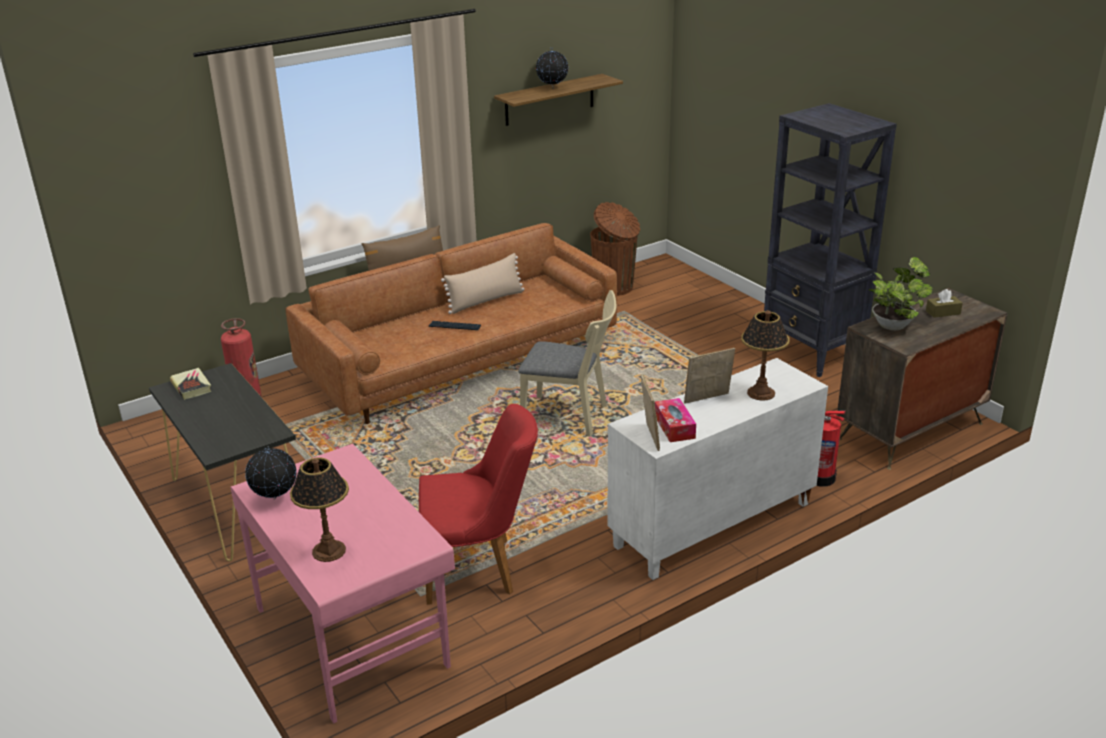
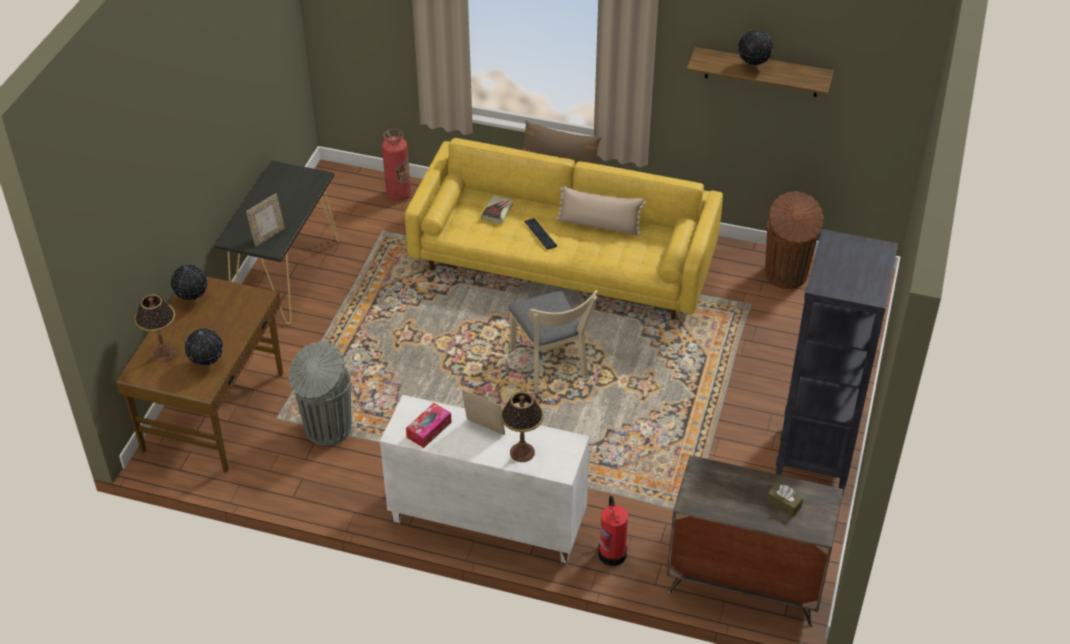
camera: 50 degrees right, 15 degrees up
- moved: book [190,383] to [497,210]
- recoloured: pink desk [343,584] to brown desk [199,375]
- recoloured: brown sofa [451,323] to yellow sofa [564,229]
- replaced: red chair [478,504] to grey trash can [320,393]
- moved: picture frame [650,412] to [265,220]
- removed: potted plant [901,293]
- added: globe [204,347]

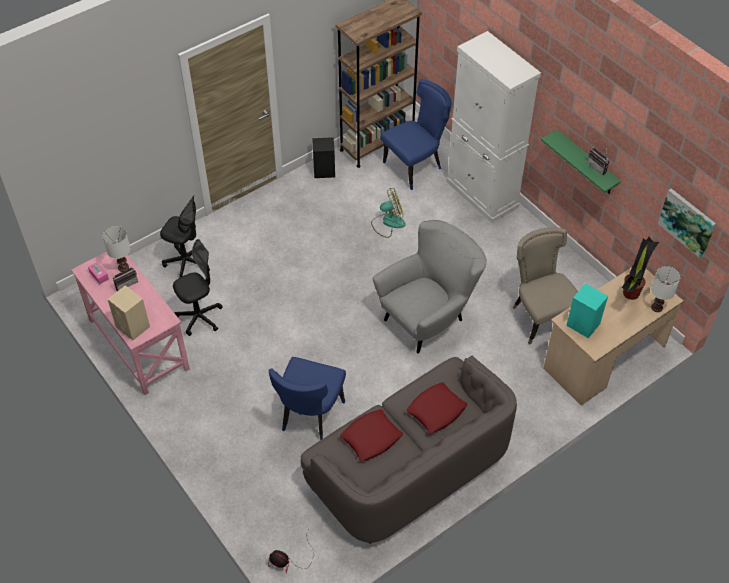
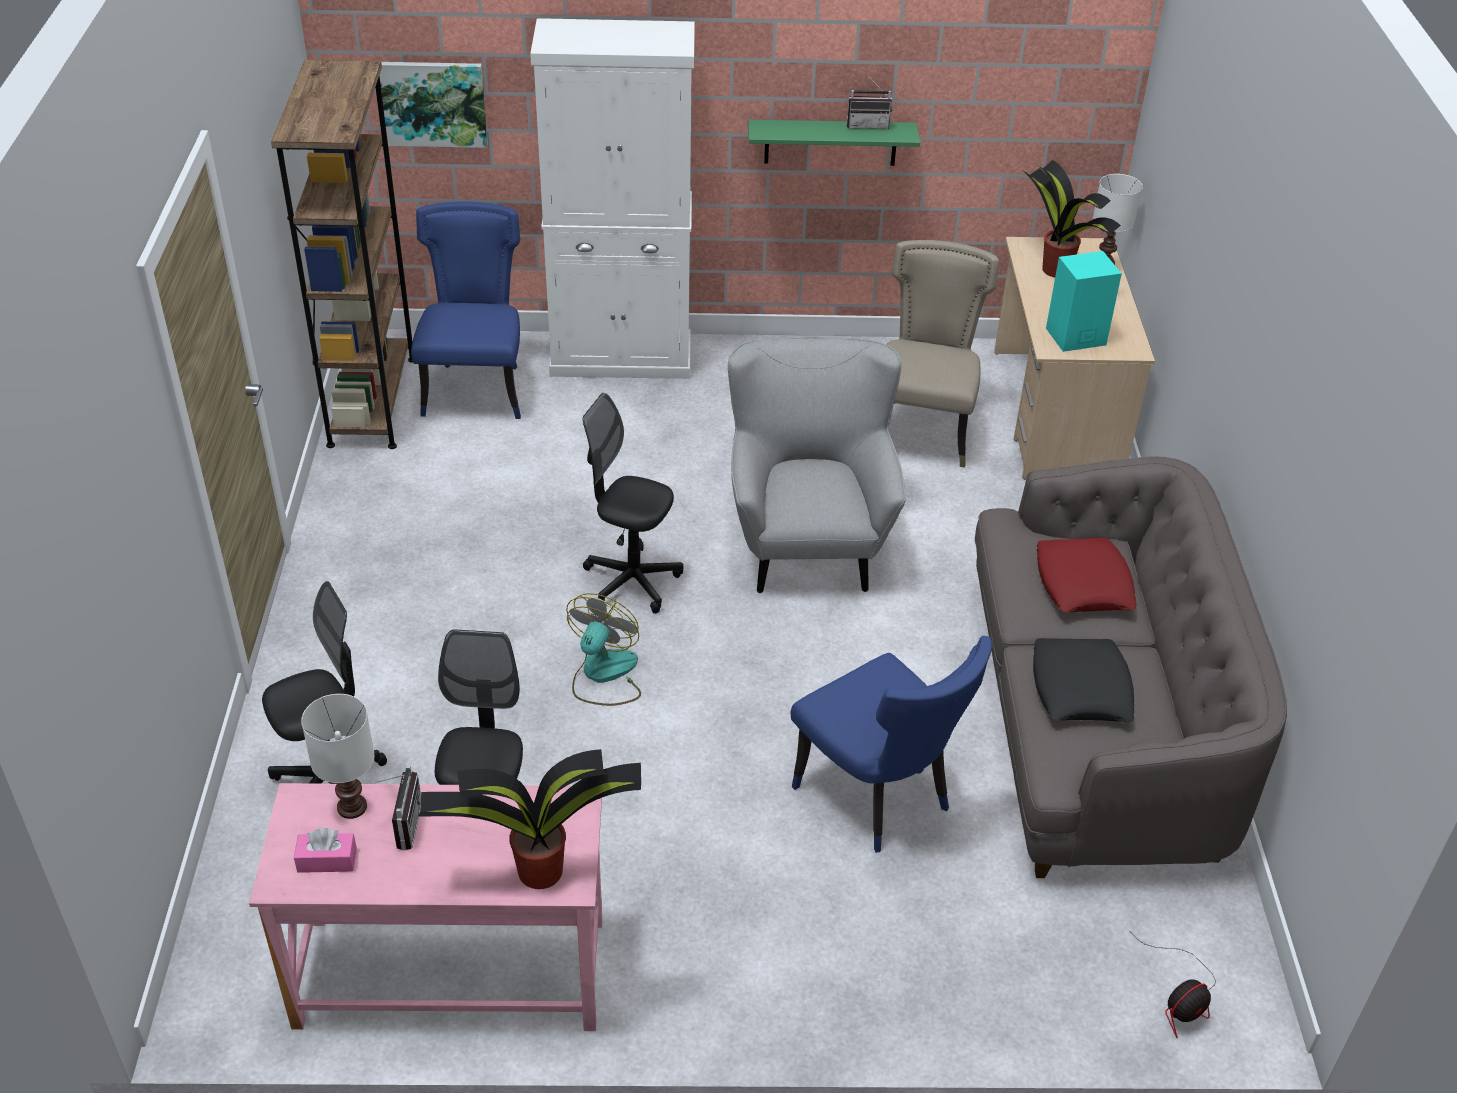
camera: 55 degrees left, 10 degrees down
- replaced: beige speaker [129,313] to potted plant [529,819]
- removed: black speaker [323,157]
- recoloured: red pillow [371,435] to black pillow [1083,680]
- moved: fan [388,213] to [603,649]
- turned: beige chair [545,286] = [942,354] 90 degrees clockwise
- moved: picture [687,223] to [433,105]
- added: black office chair [633,503]

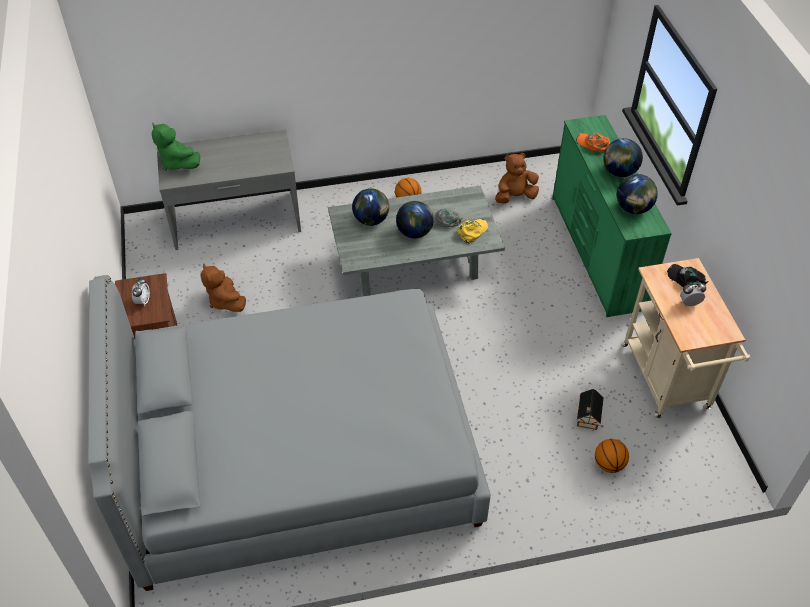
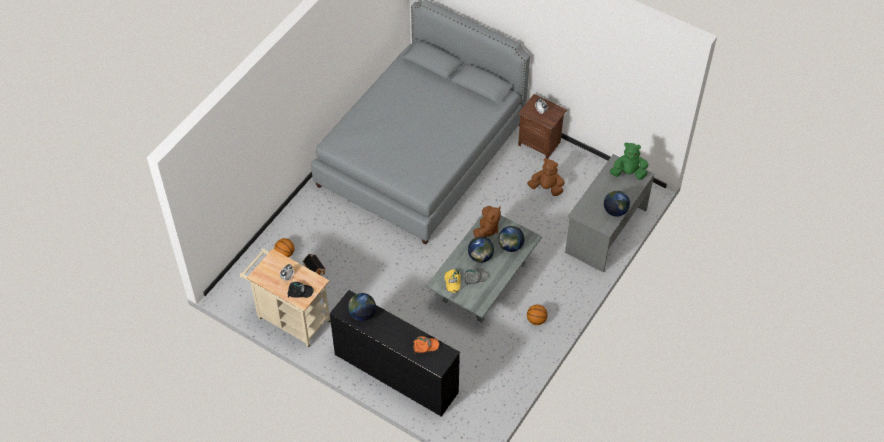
camera: 135 degrees right, 5 degrees up
- moved: brown plush toy [517,178] to [487,222]
- recoloured: green dresser [612,216] to black dresser [394,353]
- moved: globe [623,157] to [617,203]

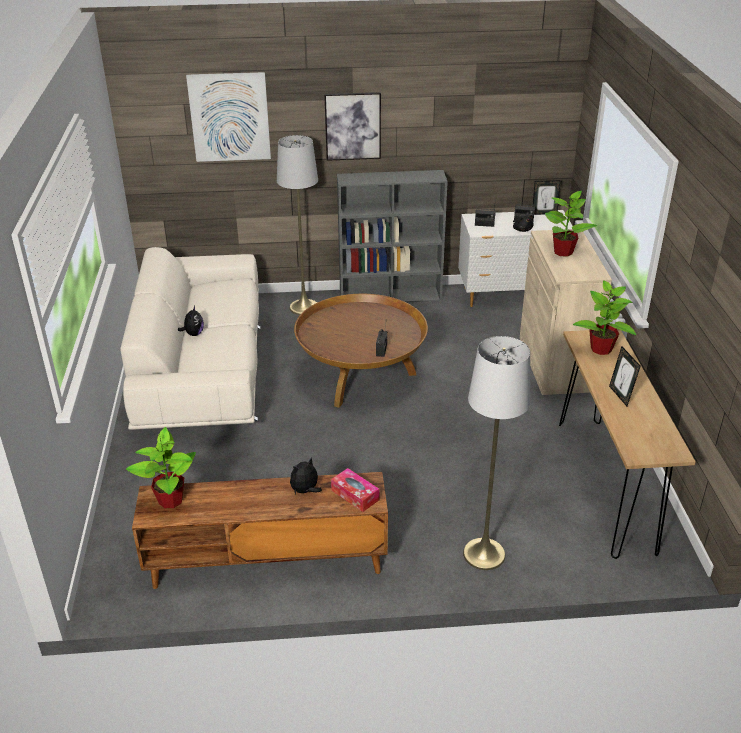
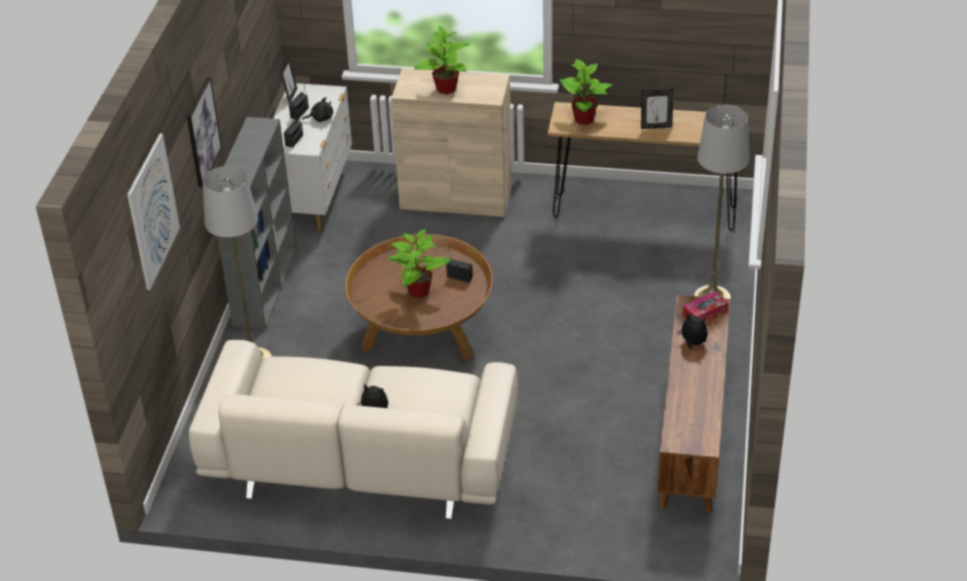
camera: 75 degrees left, 5 degrees up
- moved: potted plant [161,467] to [419,263]
- turned: plush toy [306,476] = [692,330] 150 degrees clockwise

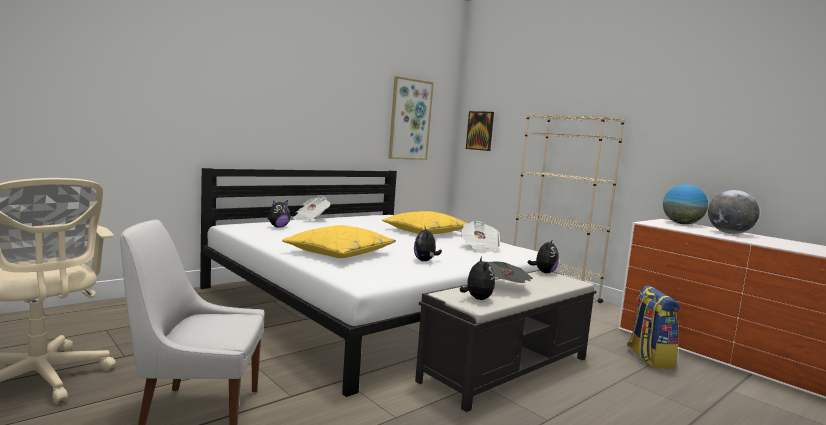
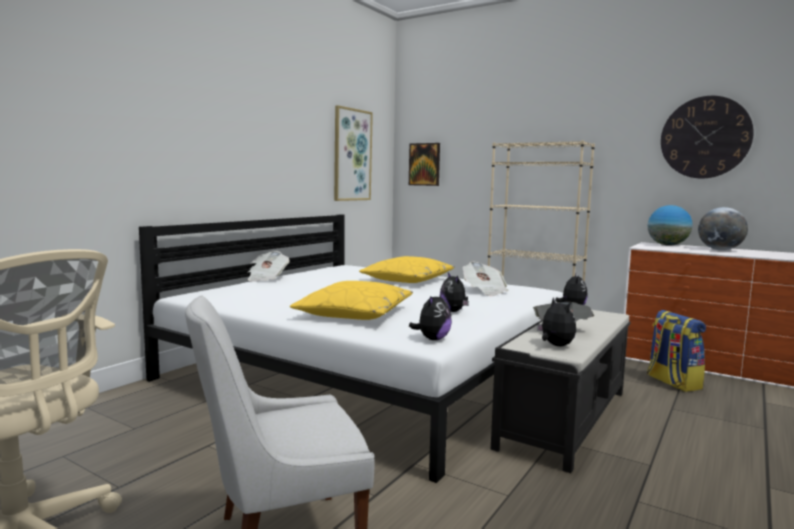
camera: 15 degrees left, 0 degrees up
- moved: plush toy [279,214] to [430,316]
- added: wall clock [707,137]

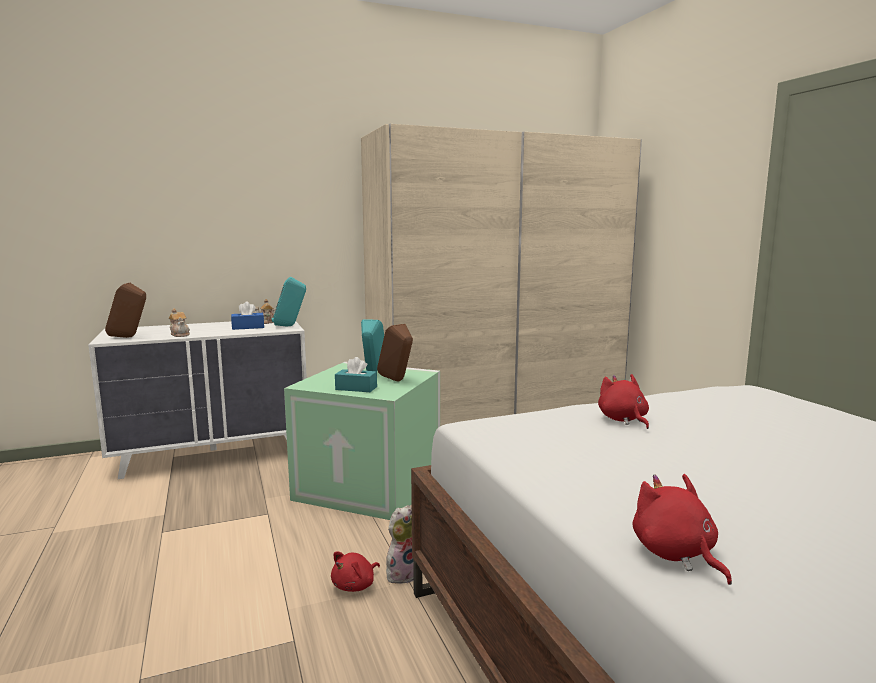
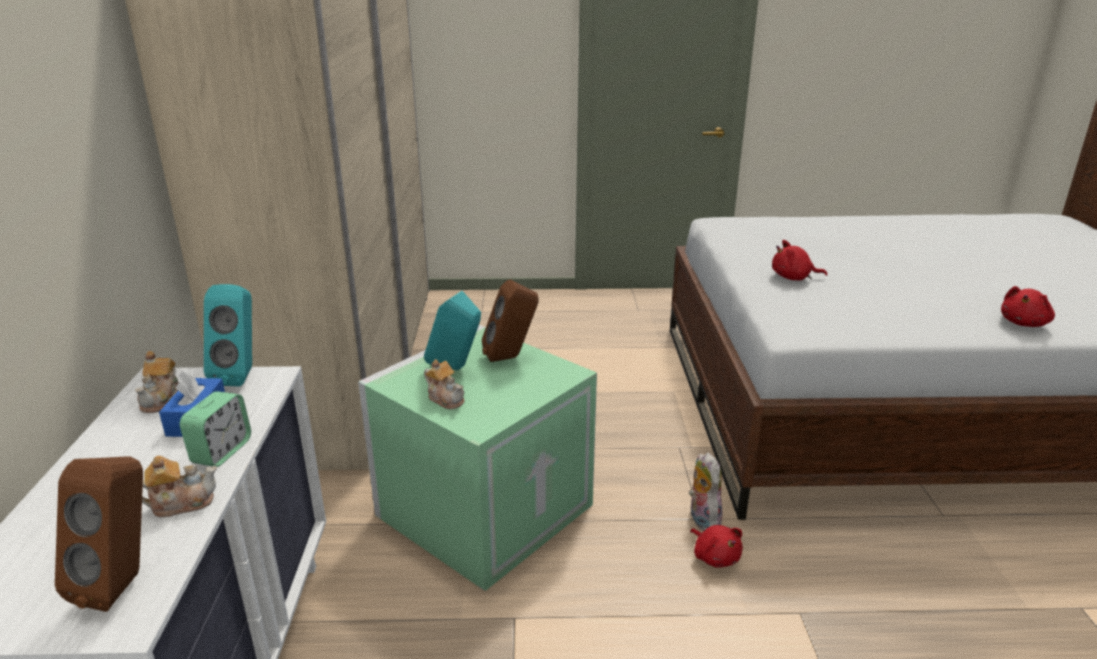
camera: 70 degrees left, 15 degrees up
- removed: turquoise tissue box [356,374]
- turned: red plush toy [682,529] = [1028,306] 45 degrees counterclockwise
- added: alarm clock [215,429]
- added: teapot [444,384]

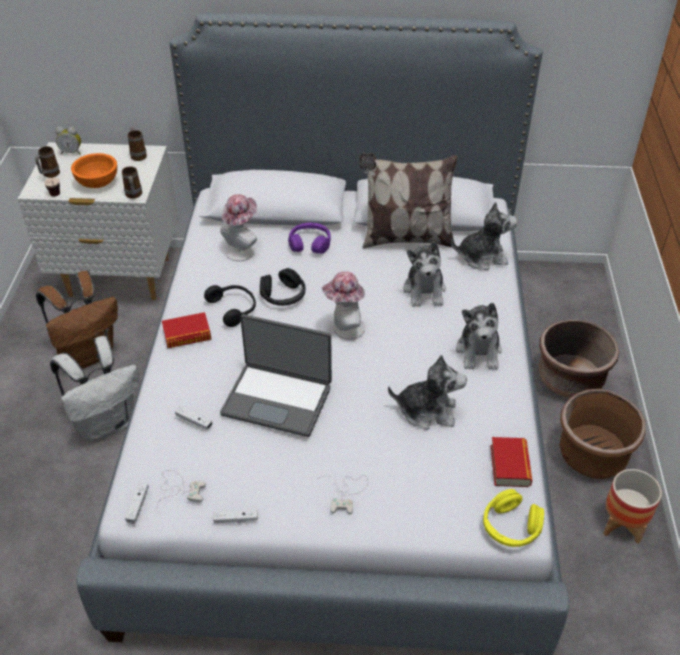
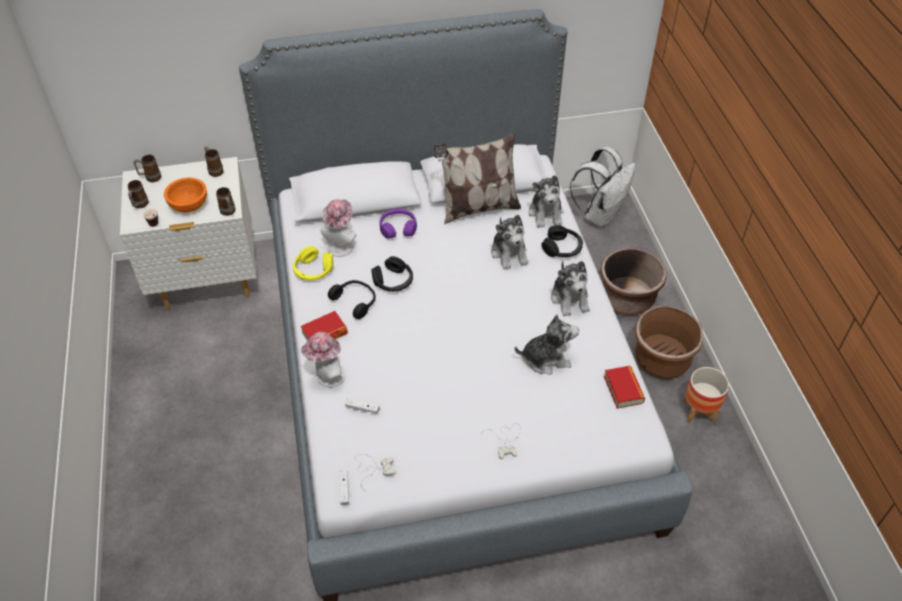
camera: 15 degrees left, 5 degrees up
- removed: brown backpack [77,320]
- moved: white backpack [94,389] to [603,187]
- replaced: alarm clock [68,140] to mug [147,168]
- removed: white game controller [235,516]
- removed: laptop [276,375]
- moved: hat [343,305] to [323,359]
- turned: plush toy [484,236] = [546,201] 105 degrees clockwise
- moved: yellow headphones [513,518] to [313,263]
- added: black headphones [562,241]

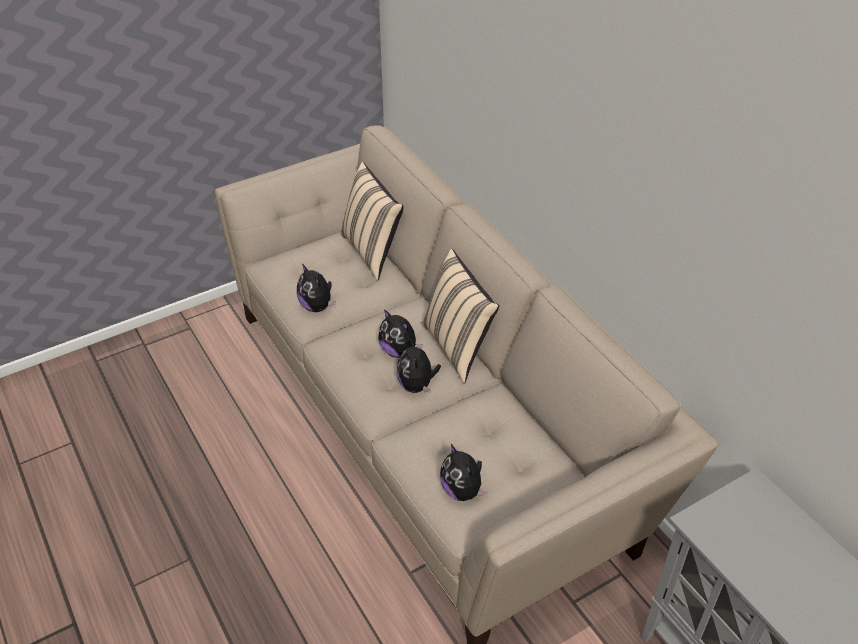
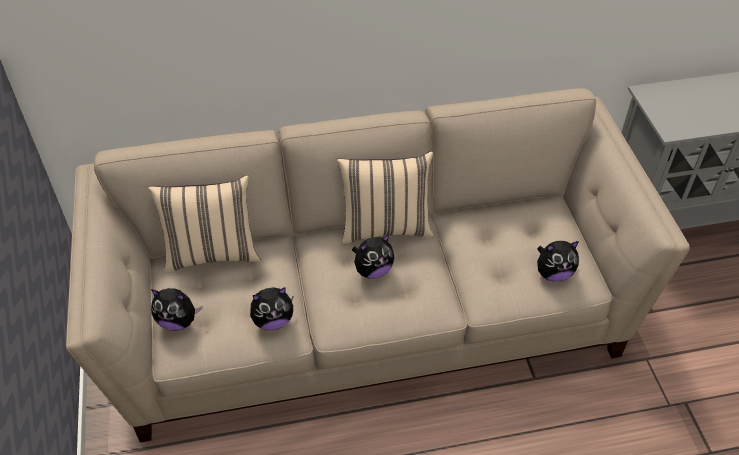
camera: 70 degrees left, 5 degrees up
- moved: plush toy [419,366] to [176,309]

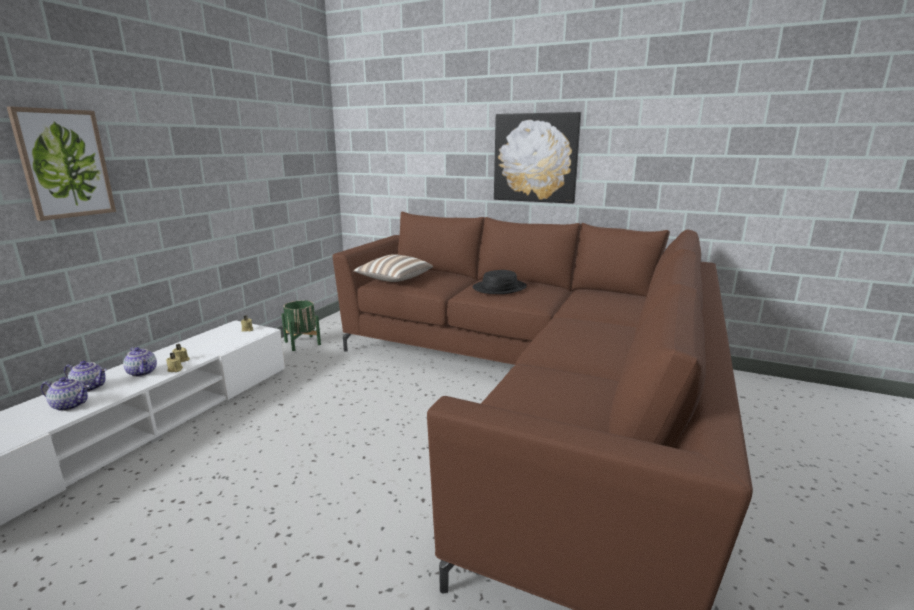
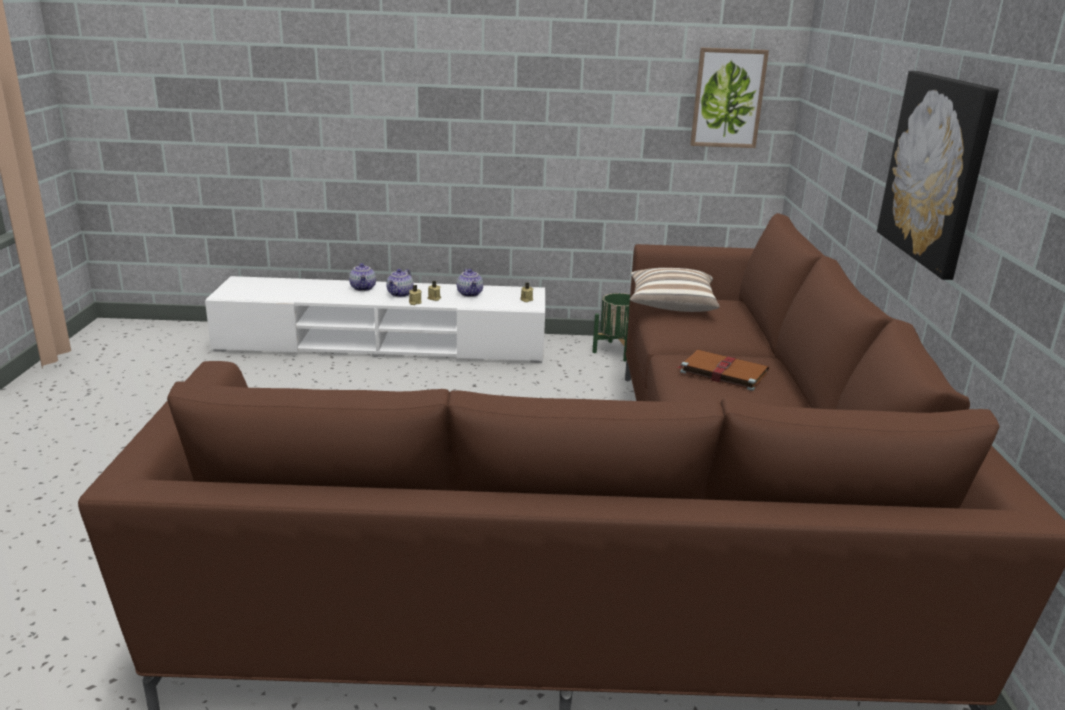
camera: 65 degrees right, 5 degrees up
- moved: picture [61,163] to [729,98]
- moved: teapot [65,394] to [470,283]
- replaced: black hat [500,282] to brown book [723,370]

